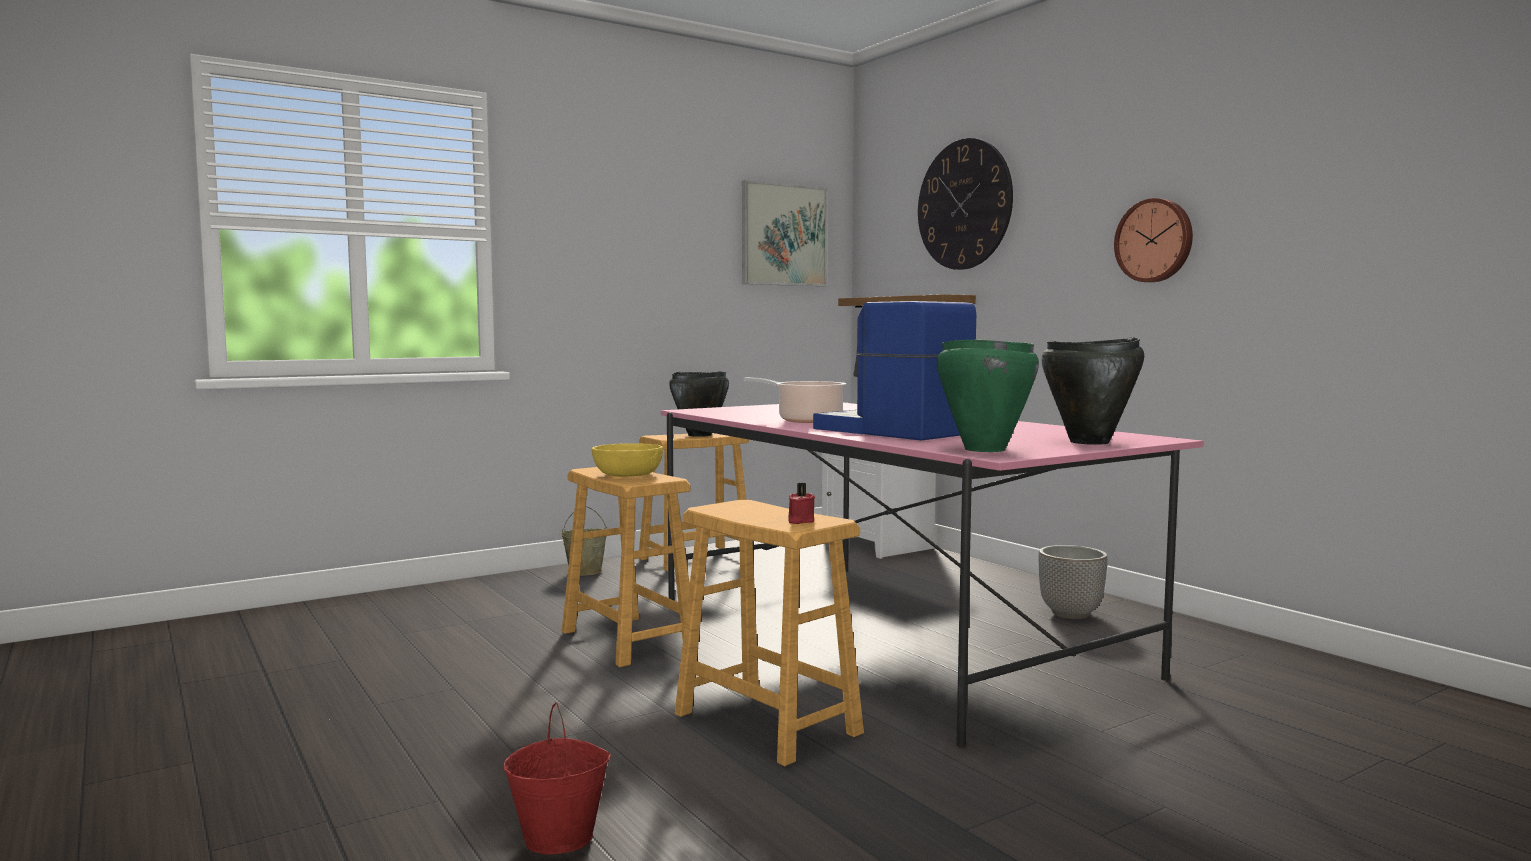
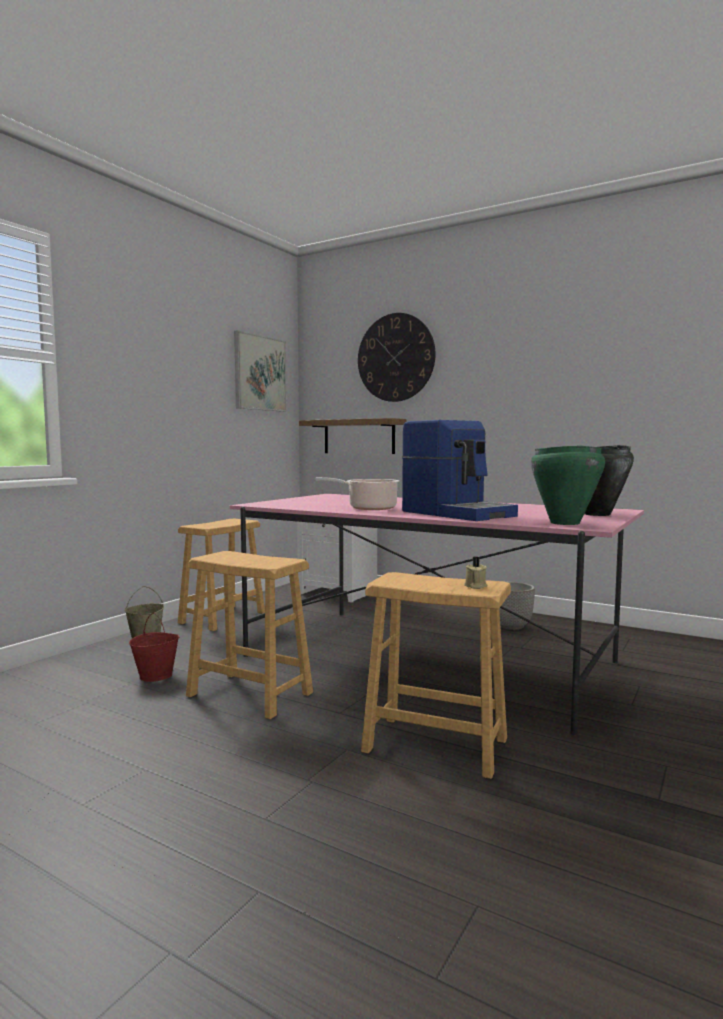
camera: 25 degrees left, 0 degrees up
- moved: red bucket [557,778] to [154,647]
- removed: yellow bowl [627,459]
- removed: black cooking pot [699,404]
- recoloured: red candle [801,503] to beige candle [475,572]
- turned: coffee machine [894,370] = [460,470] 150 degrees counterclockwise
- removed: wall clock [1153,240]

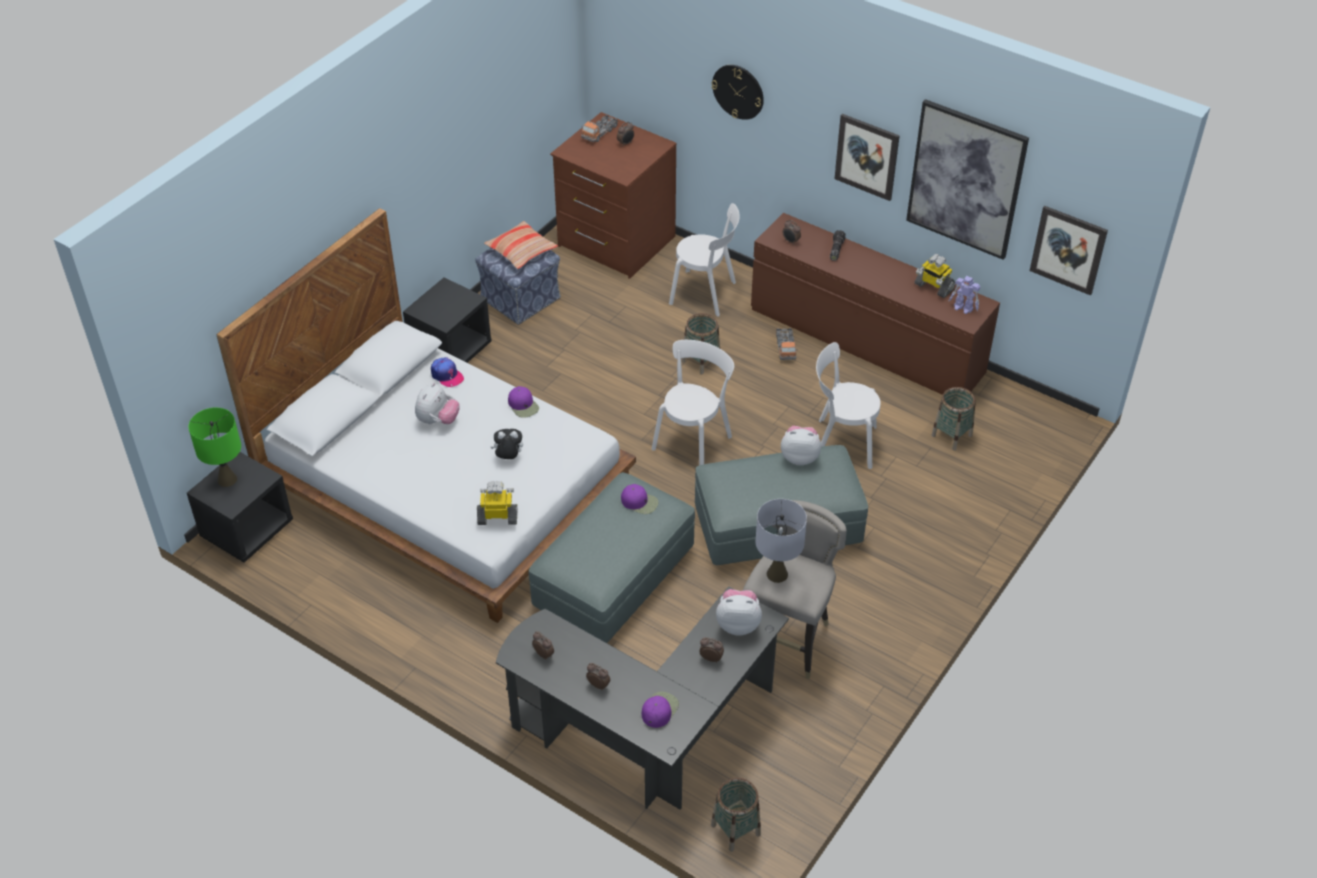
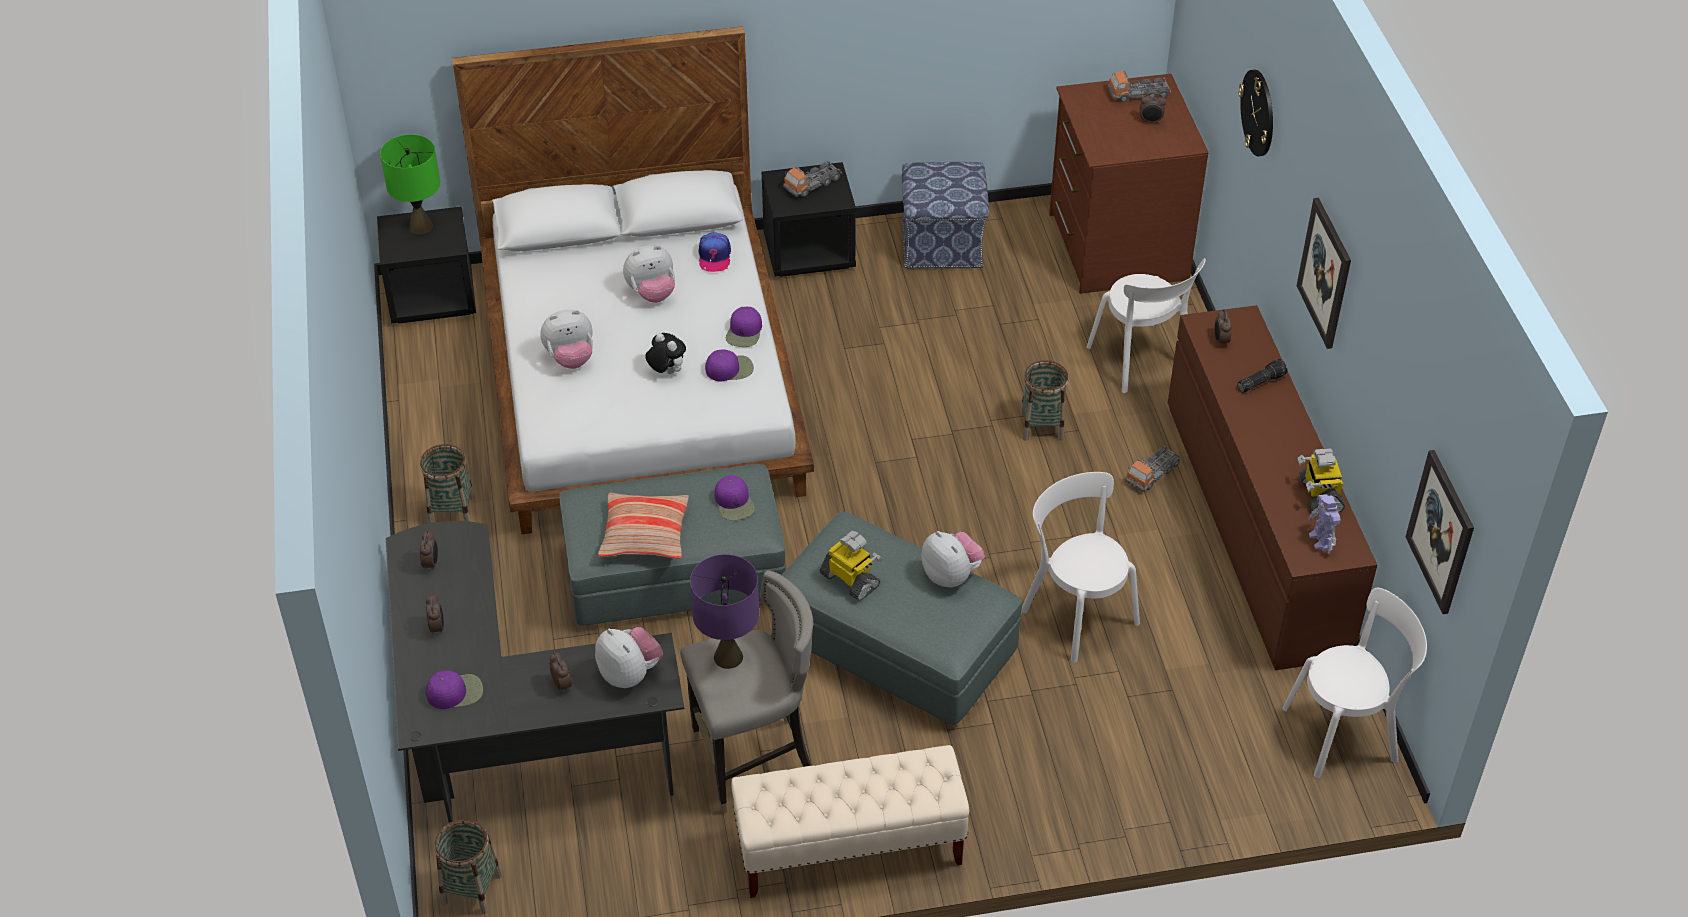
camera: 45 degrees right, 0 degrees up
- moved: toy robot [497,503] to [851,566]
- moved: pillow [521,245] to [643,526]
- moved: white chair [693,402] to [1354,683]
- recoloured: grey table lamp [781,541] to purple table lamp [724,611]
- removed: picture [967,179]
- moved: basket [953,418] to [447,483]
- added: plush toy [566,339]
- added: purple cap [729,365]
- added: beige bench [850,821]
- added: toy truck [812,179]

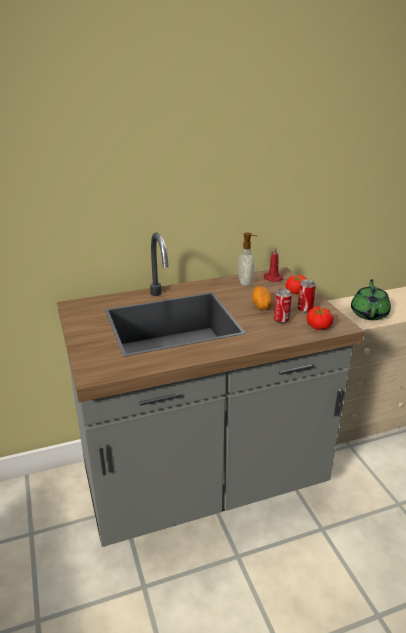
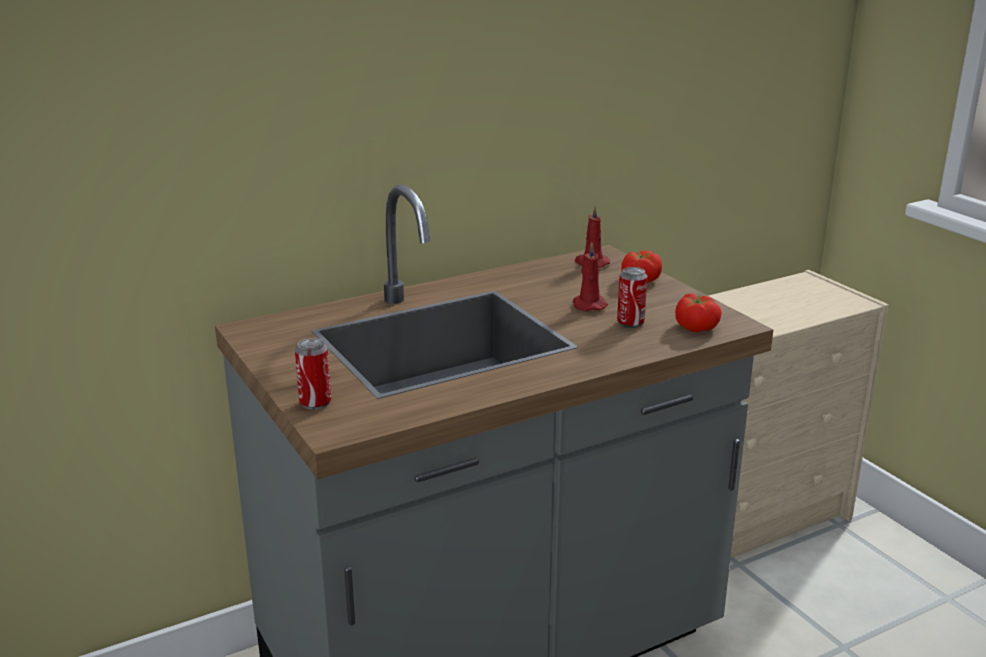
camera: 10 degrees left, 5 degrees down
- removed: soap dispenser [248,259]
- replaced: potato [262,298] to red candle [590,277]
- moved: can [307,296] to [313,374]
- removed: green teapot [371,299]

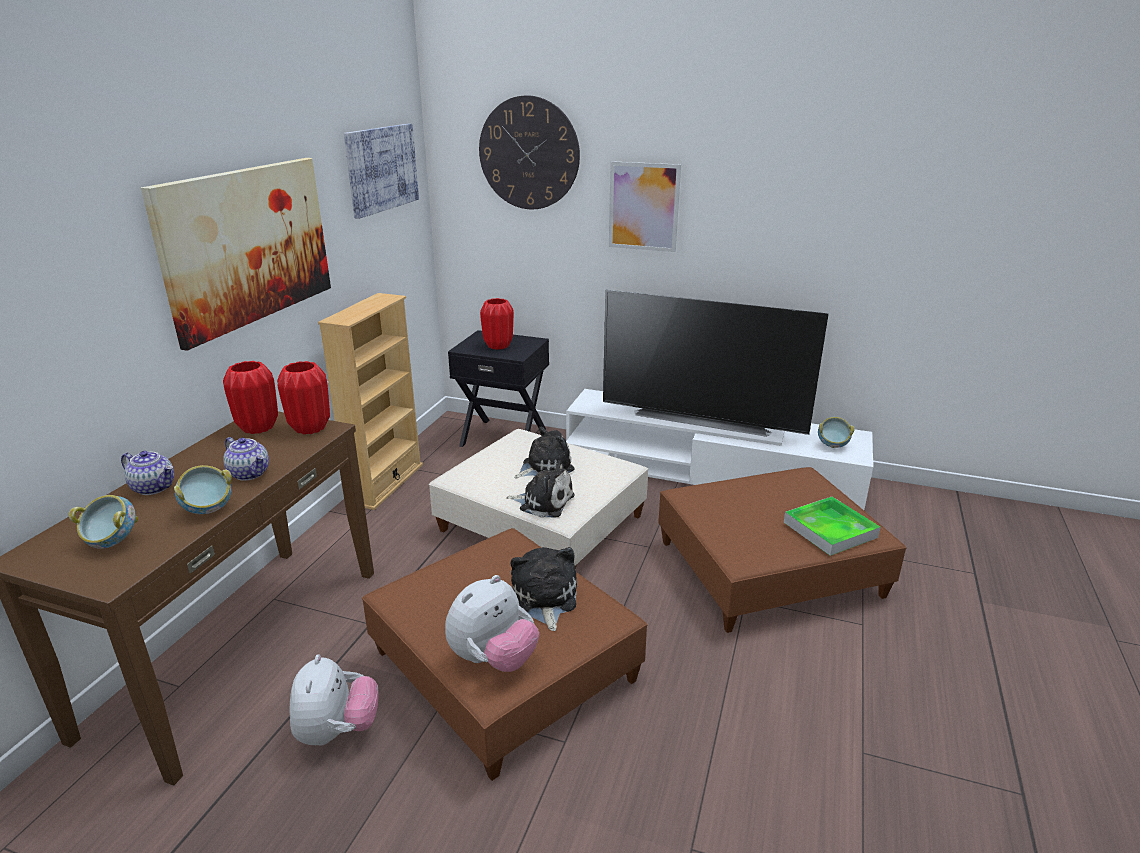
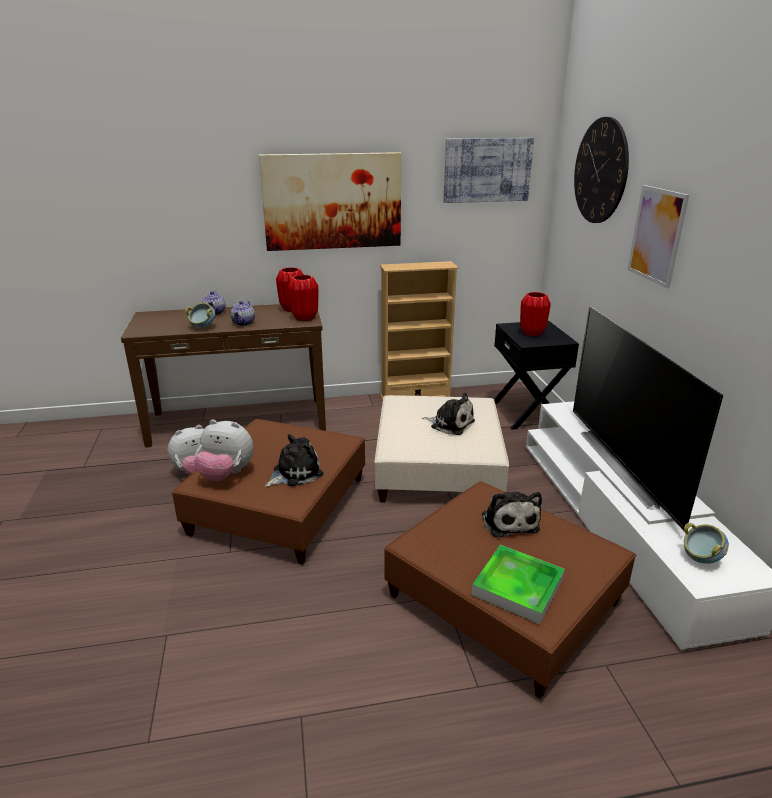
camera: 60 degrees right, 0 degrees up
- removed: bowl [103,522]
- moved: plush toy [540,488] to [512,515]

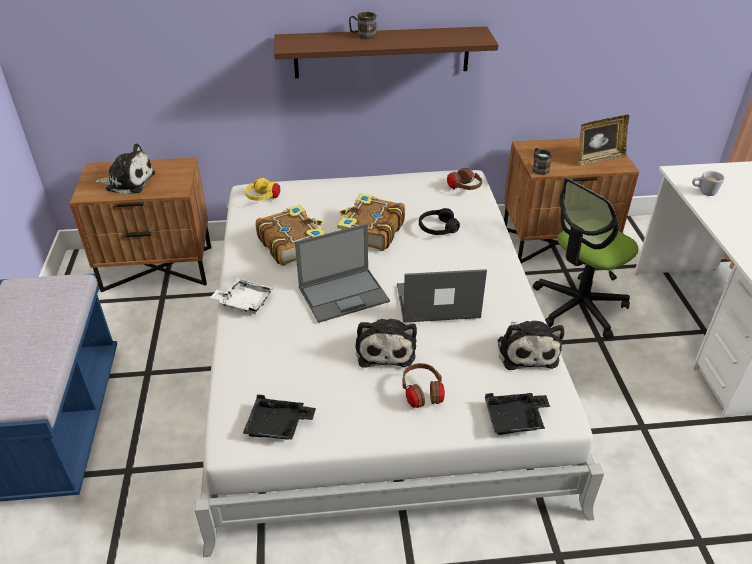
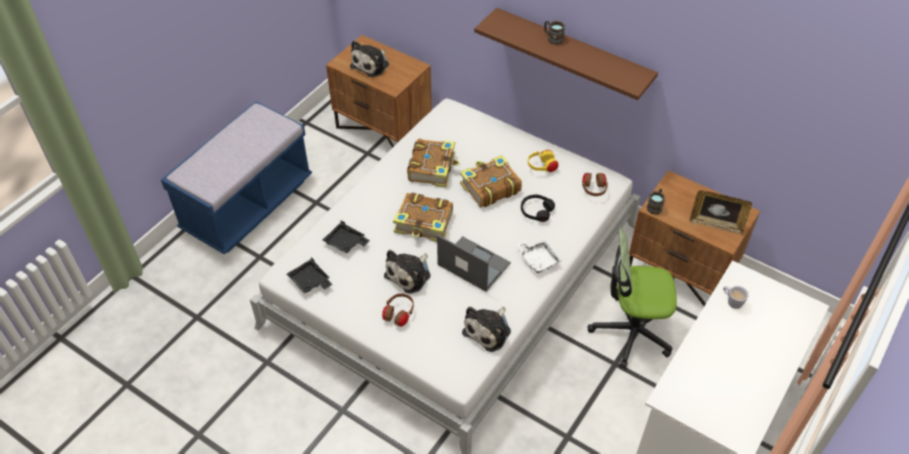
camera: 40 degrees right, 10 degrees up
- turned: plush toy [124,169] = [369,58] 75 degrees clockwise
- moved: white tray [241,296] to [539,257]
- moved: yellow headphones [262,189] to [543,161]
- replaced: laptop [342,273] to book [423,217]
- moved: black tray [517,414] to [346,237]

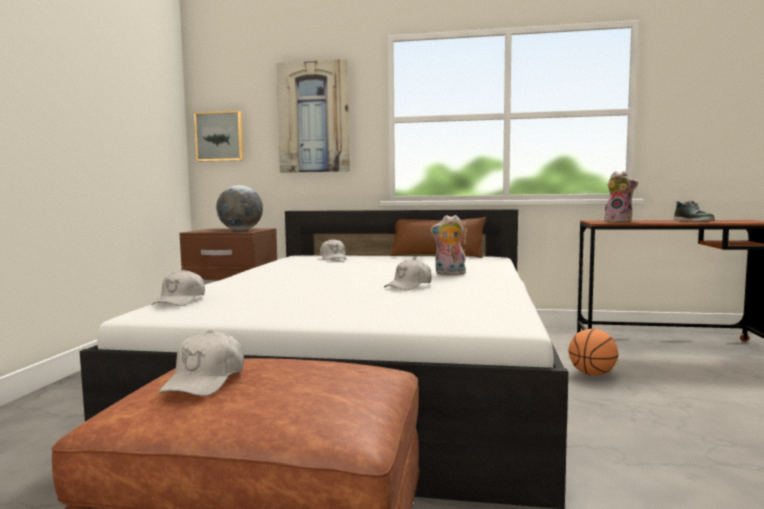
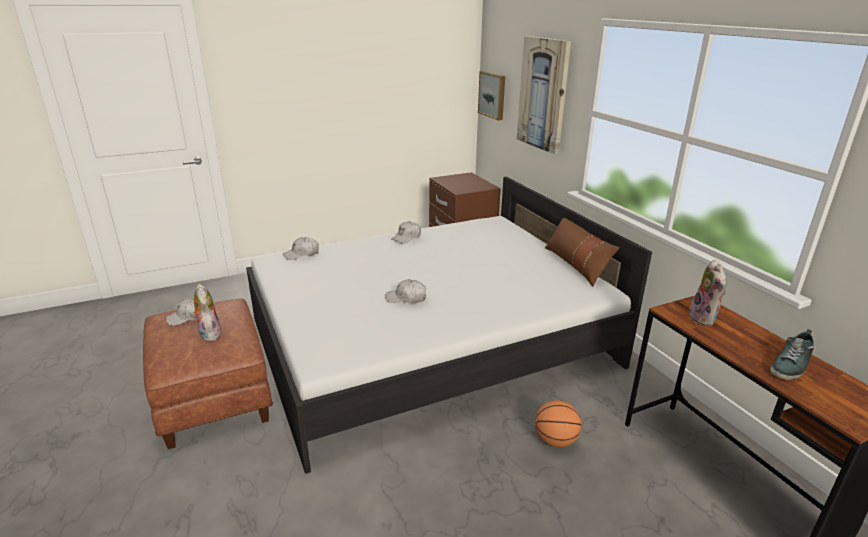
camera: 55 degrees right, 20 degrees up
- removed: globe [239,208]
- moved: white cap [333,250] to [406,232]
- moved: plush toy [448,245] to [206,312]

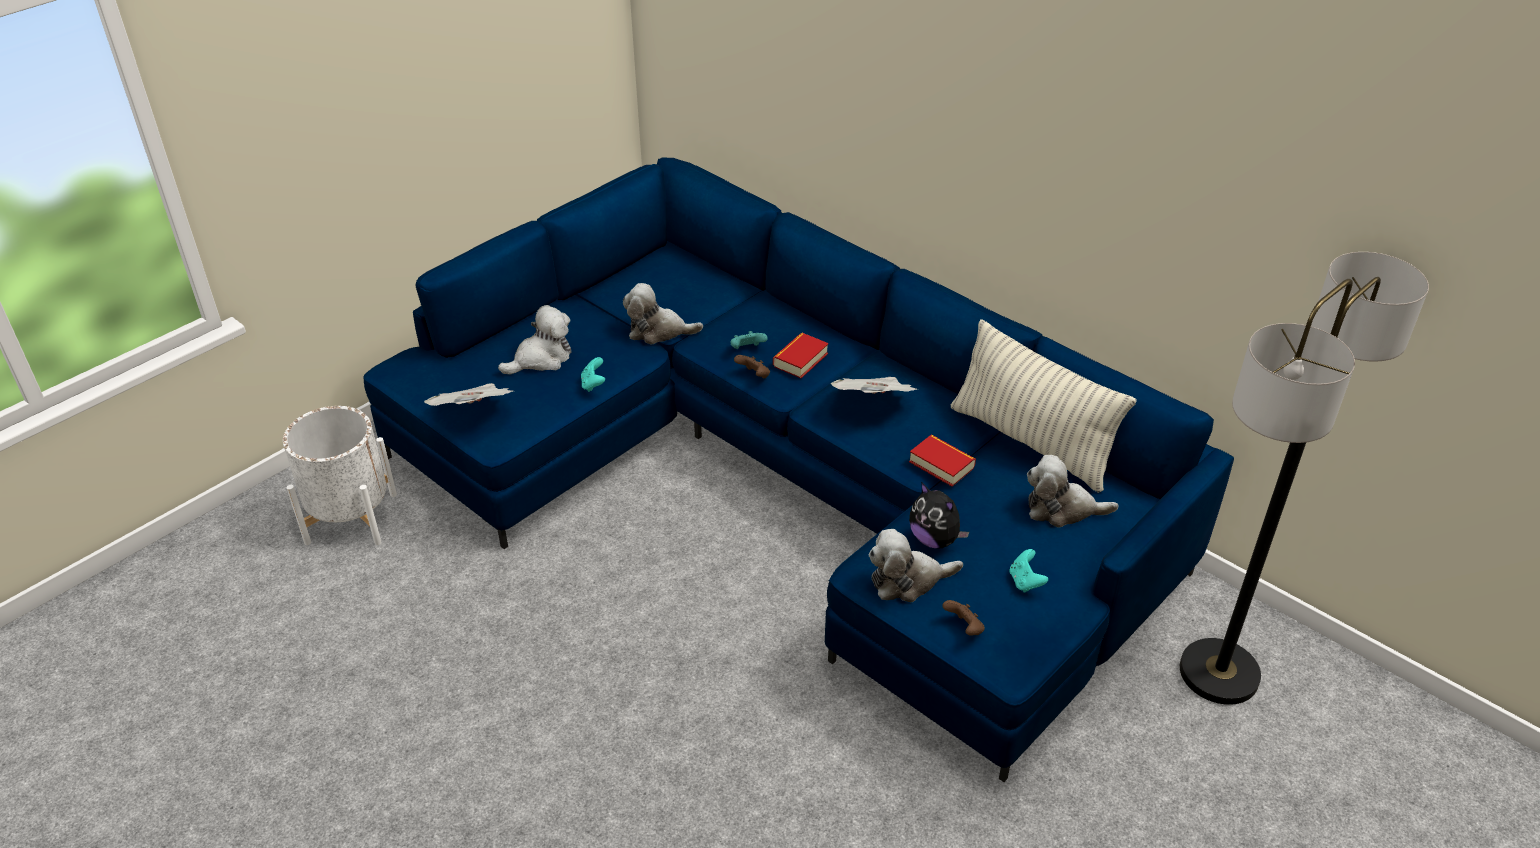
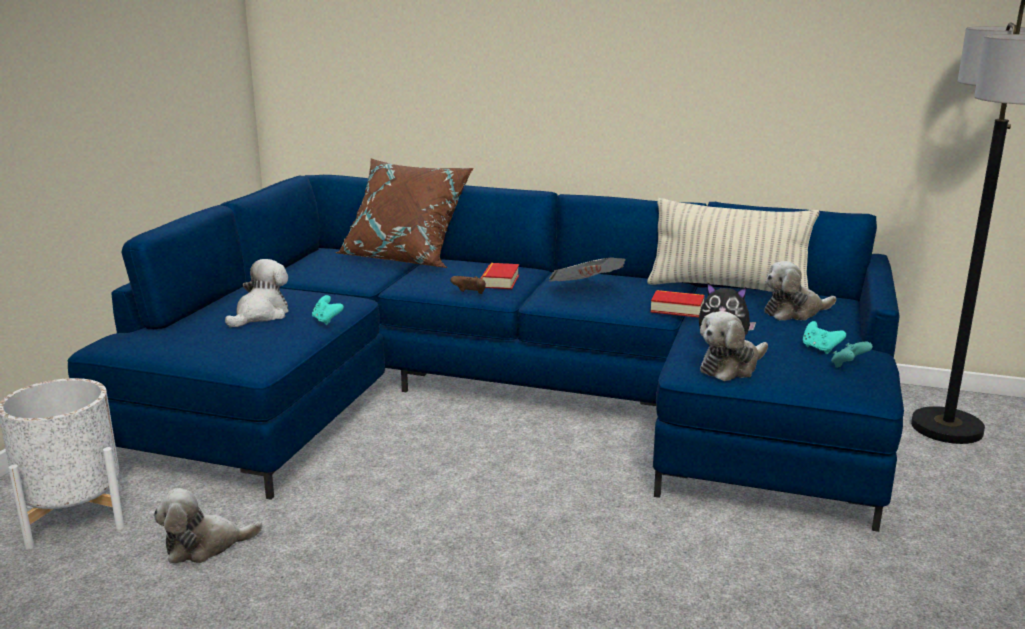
camera: 25 degrees left, 20 degrees down
- removed: newspaper [468,394]
- moved: plush toy [663,314] to [208,525]
- moved: turquoise game controller [749,340] to [852,355]
- removed: brown game controller [963,618]
- added: brown pillow [404,213]

